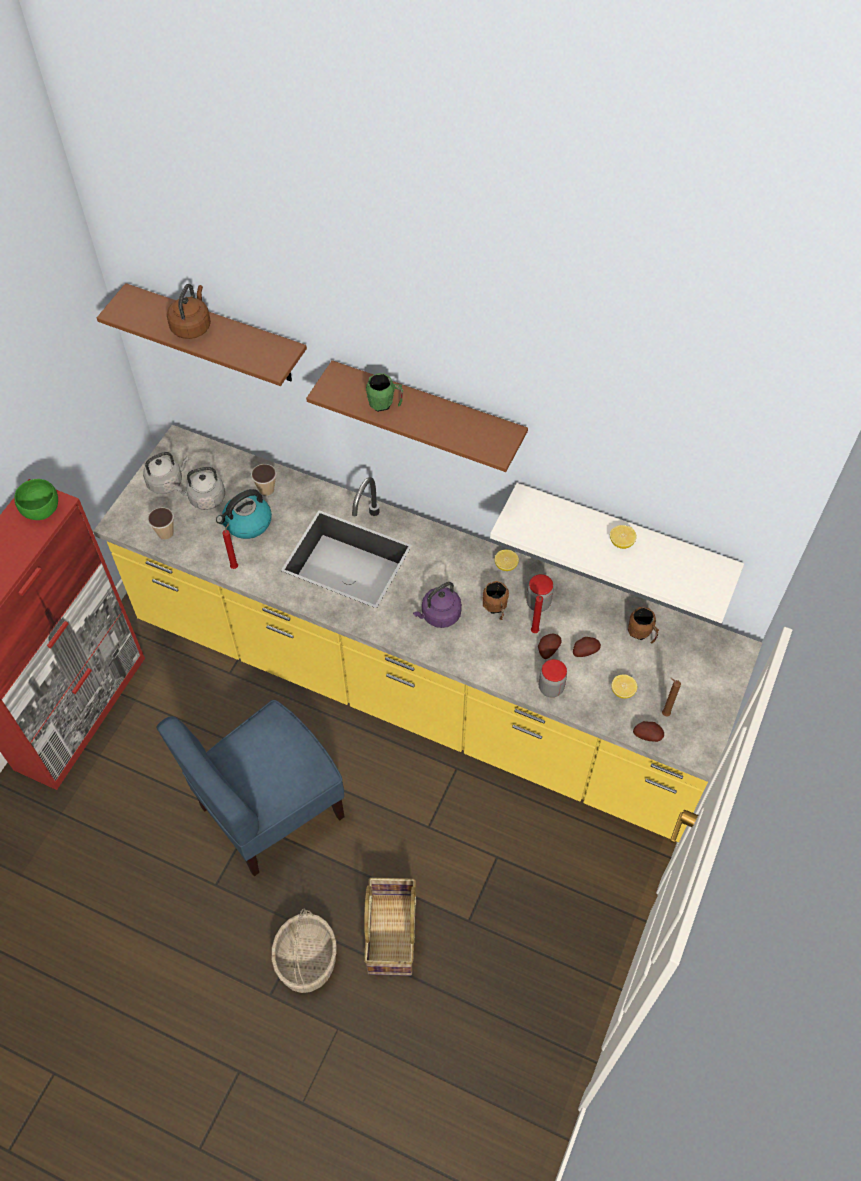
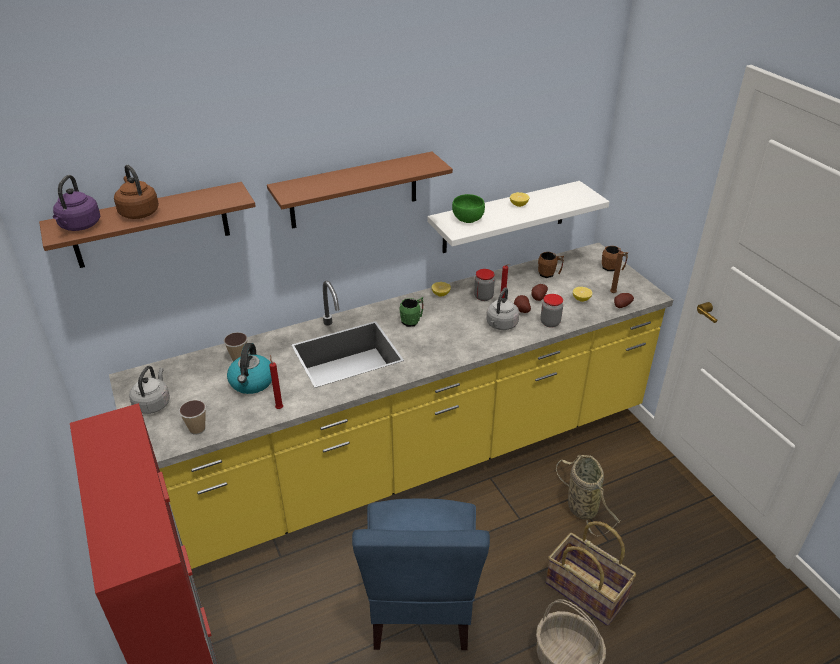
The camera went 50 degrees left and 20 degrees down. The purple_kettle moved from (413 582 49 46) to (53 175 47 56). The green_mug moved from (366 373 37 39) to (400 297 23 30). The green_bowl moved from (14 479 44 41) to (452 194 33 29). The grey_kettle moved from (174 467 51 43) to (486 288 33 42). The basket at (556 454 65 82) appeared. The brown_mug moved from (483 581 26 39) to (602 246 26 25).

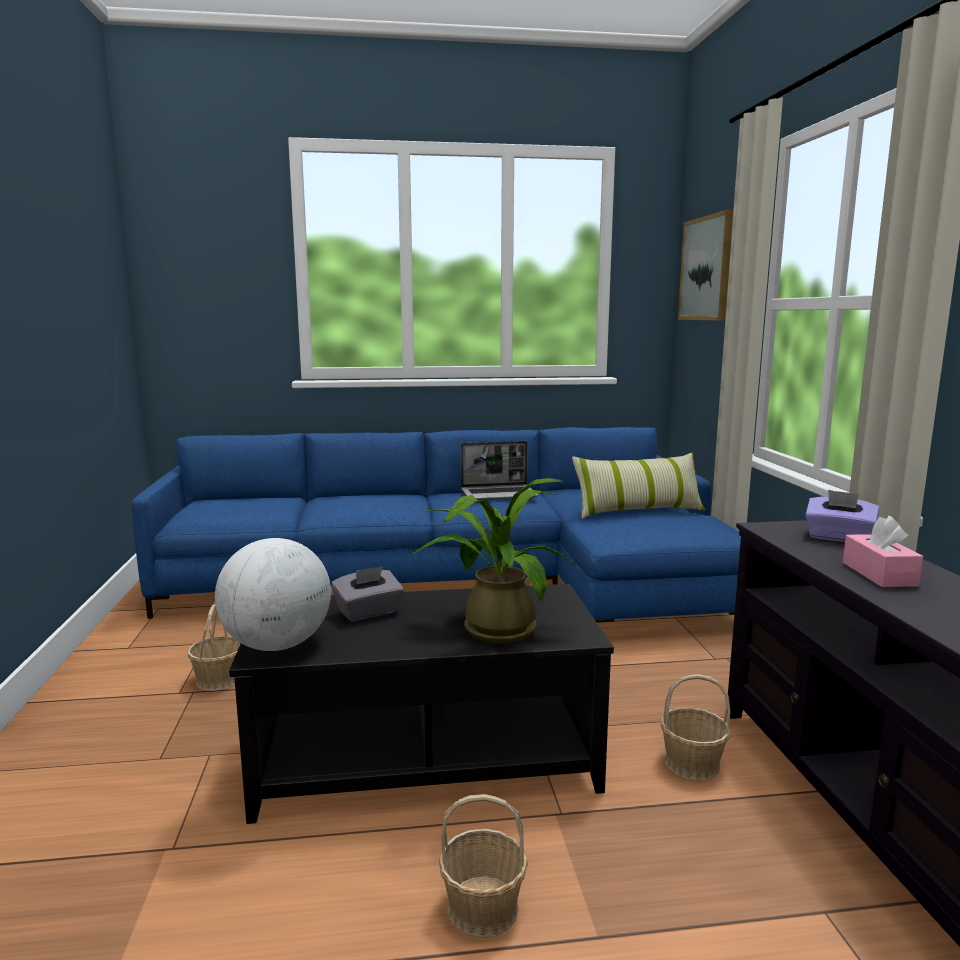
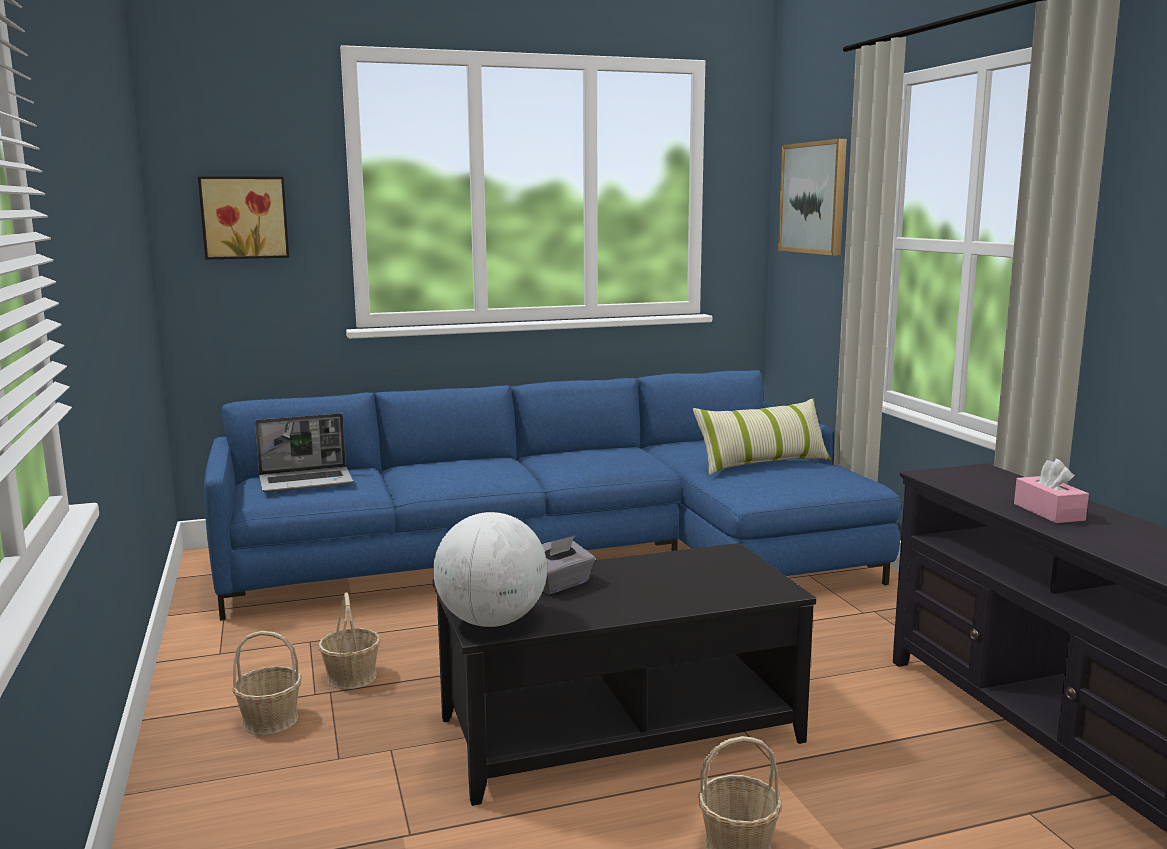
The camera went 10 degrees left and 0 degrees up. The picture at (198 176 91 84) appeared. The basket moved from (660 674 71 107) to (232 631 70 104). The laptop moved from (461 441 77 59) to (255 413 98 79). The potted_plant at (410 478 177 166) disappeared. The purple_tissue_box at (805 490 74 52) disappeared.

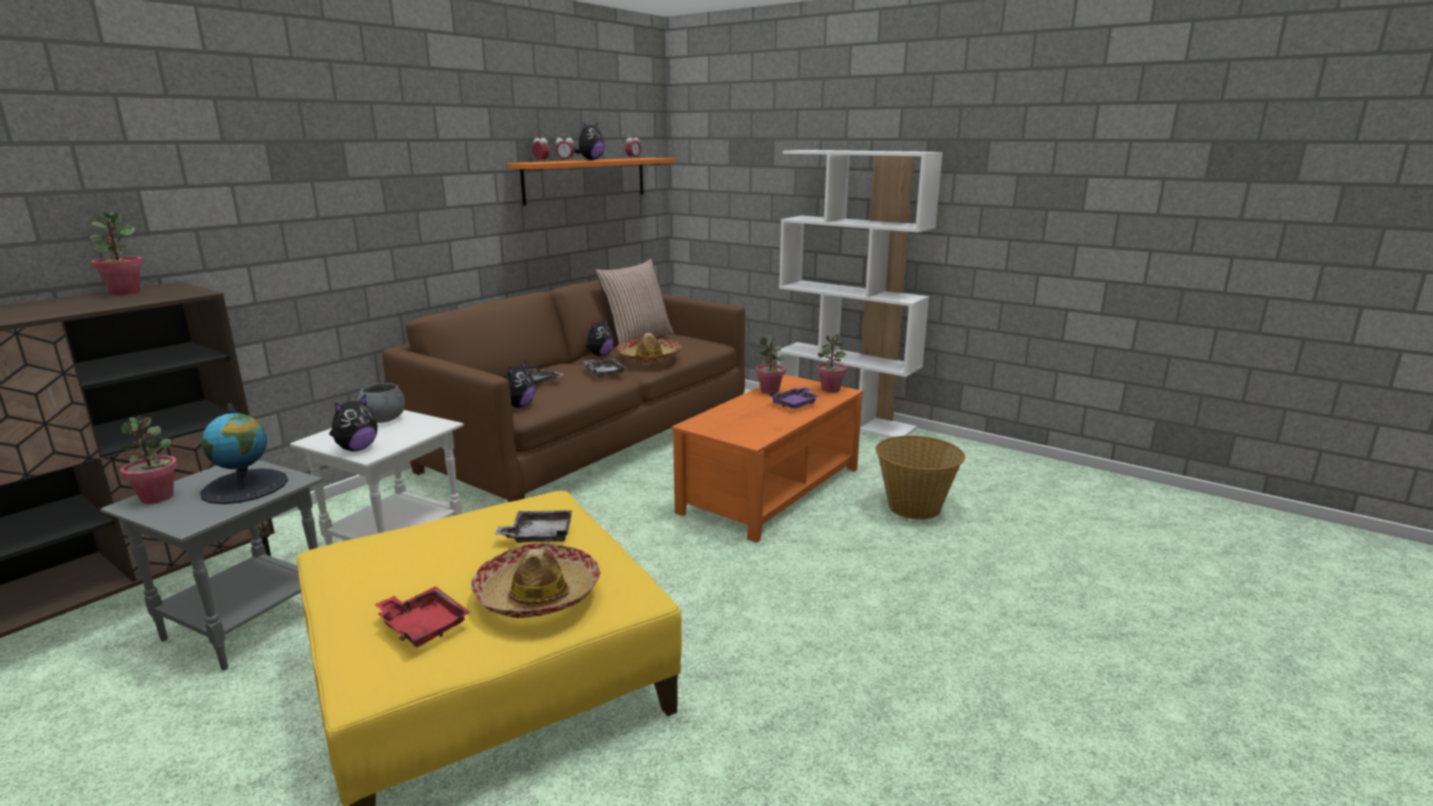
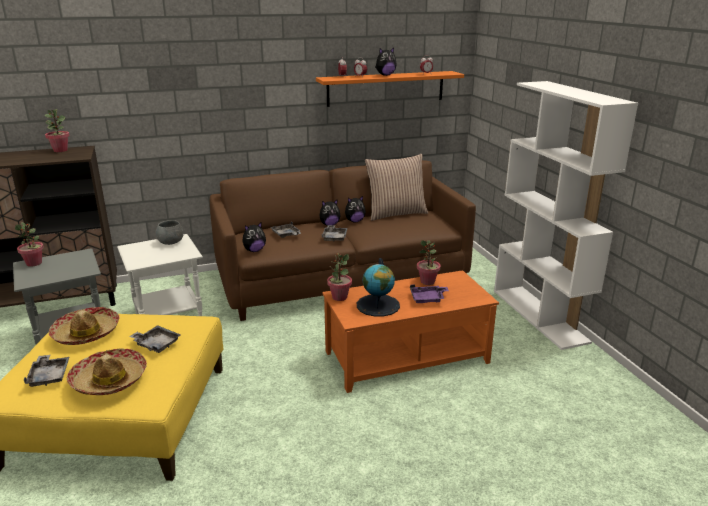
The camera went 35 degrees right and 5 degrees up. The red_tray at (374 586 97 61) became the grey_tray at (23 354 46 33). The hat moved from (616 333 65 30) to (49 307 71 38). The plush_toy moved from (329 394 49 57) to (319 199 21 27). The potted_plant moved from (817 334 30 58) to (327 253 25 48). The globe moved from (200 403 88 101) to (357 258 43 59). The basket at (875 436 90 84) disappeared.

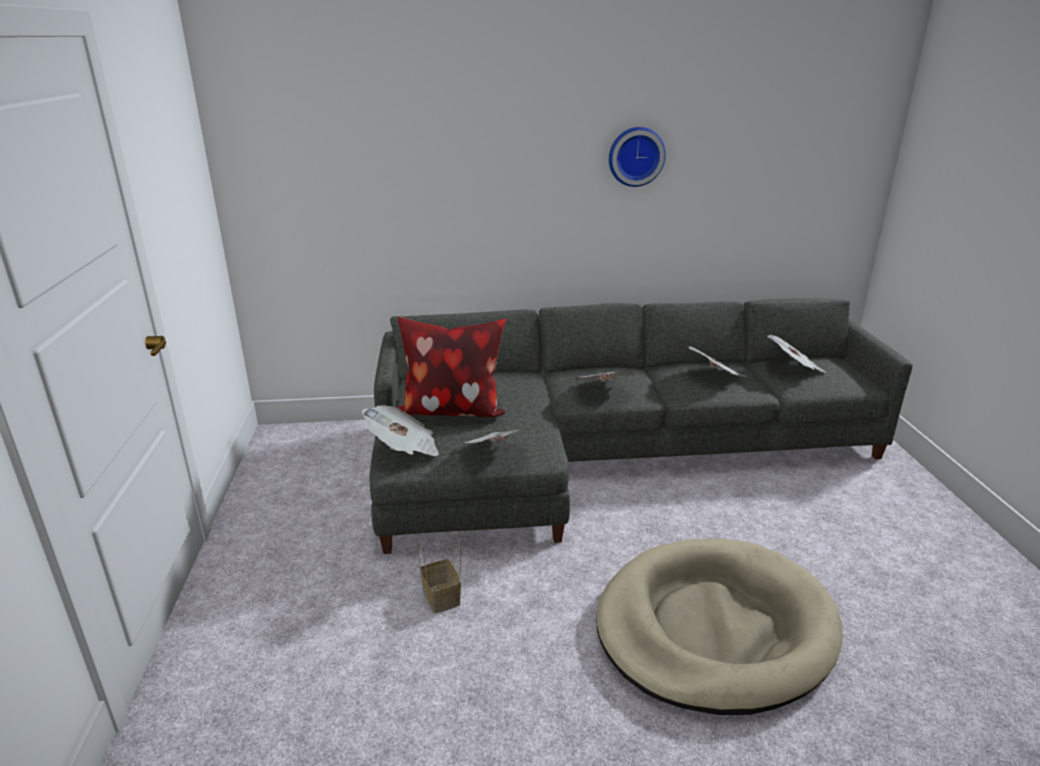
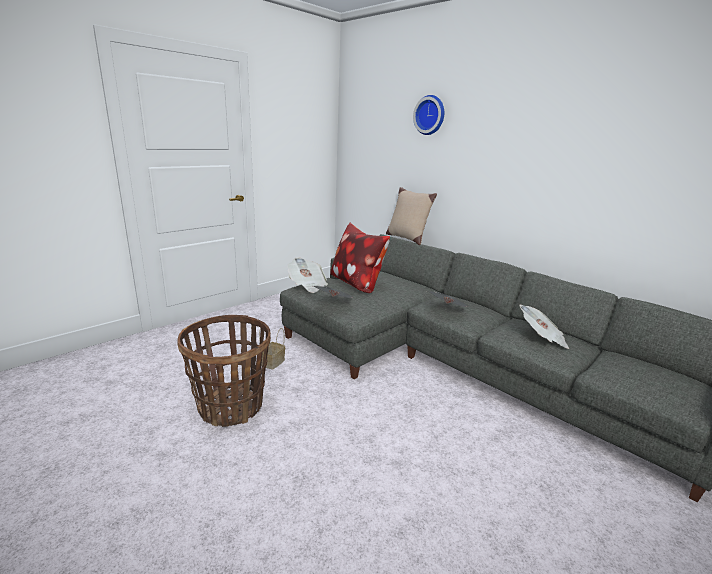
The camera went 50 degrees right and 5 degrees down. The basket at (177 315 94 112) appeared. The beige_pillow at (386 187 51 58) appeared. The wall_clock moved from (609 127 57 60) to (413 95 31 40). The beige_dog_bed at (596 539 247 176) disappeared. The newspaper at (766 335 61 38) disappeared.

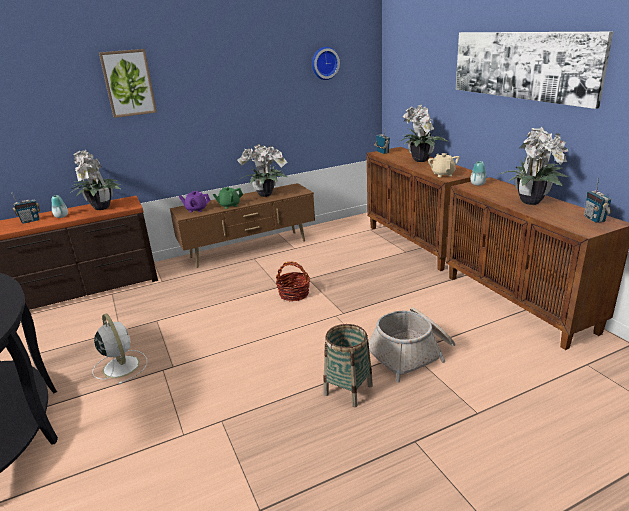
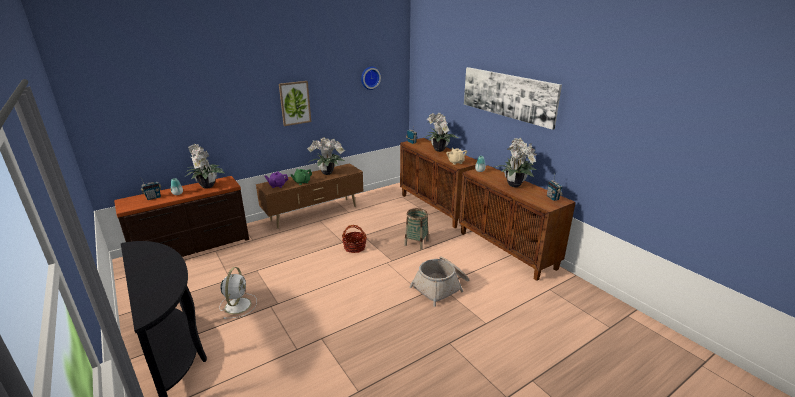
The camera went 10 degrees left and 0 degrees up. The white_fan at (92 313 55 71) turned 45 degrees clockwise. The picture moved from (99 49 58 69) to (279 81 32 45). The basket moved from (323 324 50 83) to (404 208 25 41).

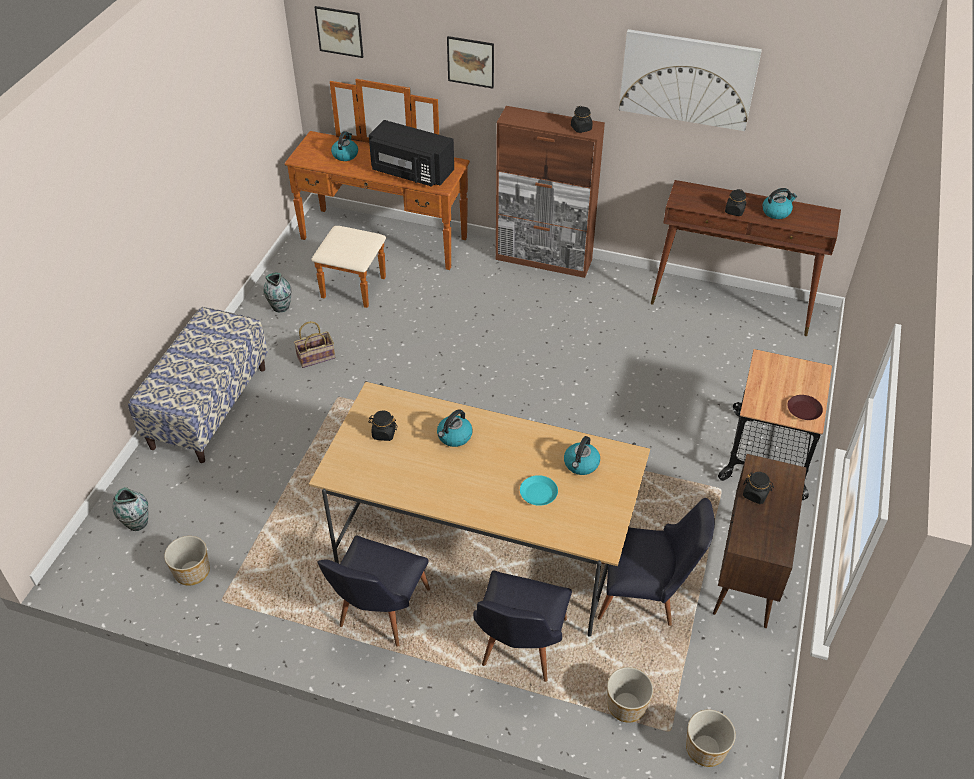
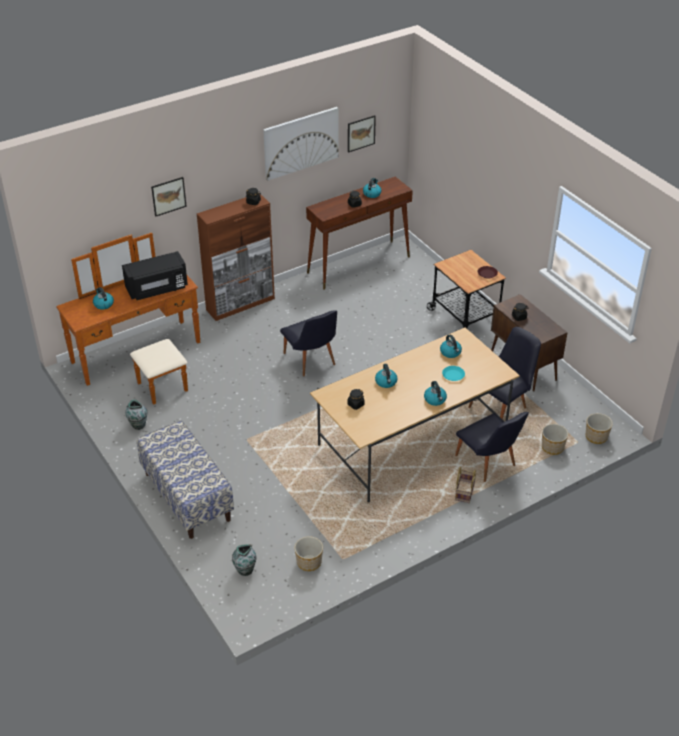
The camera went 50 degrees left and 5 degrees down. The black_chair moved from (317 535 113 112) to (280 310 57 66). The picture moved from (314 6 49 52) to (348 115 28 37). The kettle at (424 381 23 25) appeared. The basket moved from (294 321 41 47) to (455 467 21 36).

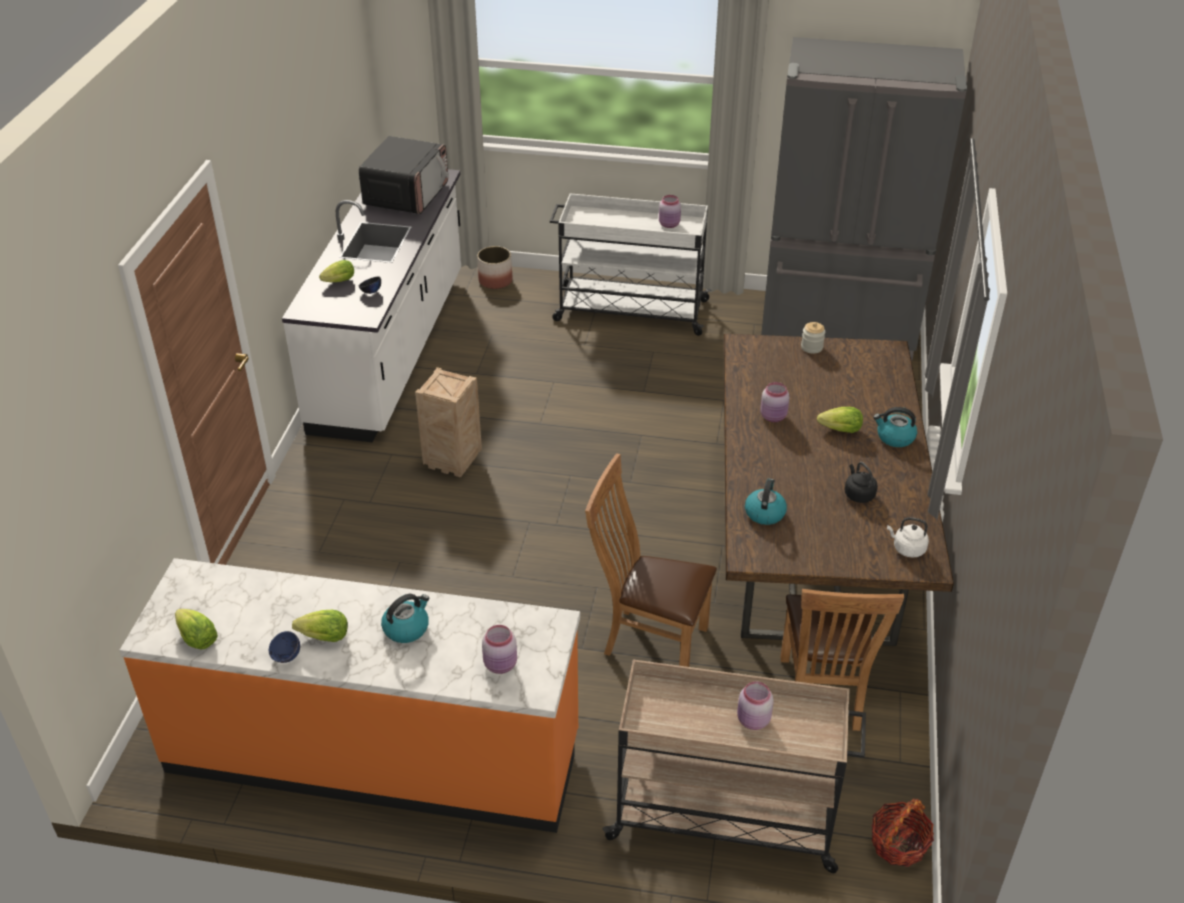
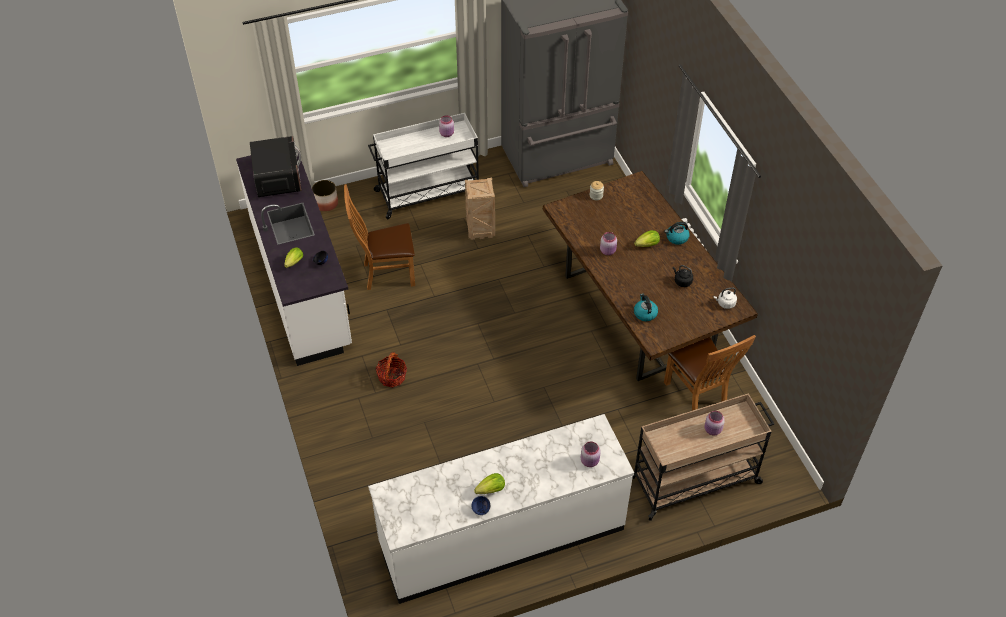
The camera went 30 degrees left and 10 degrees up. The brown_chair moved from (585 453 132 214) to (344 184 71 106). The orange_counter at (119 558 461 275) became the white_counter at (368 414 266 190). The basket moved from (871 799 63 68) to (376 352 31 36). The crate moved from (415 367 67 111) to (465 178 30 62). The lettuce at (175 609 43 40) disappeared. The kettle at (381 594 48 49) disappeared.

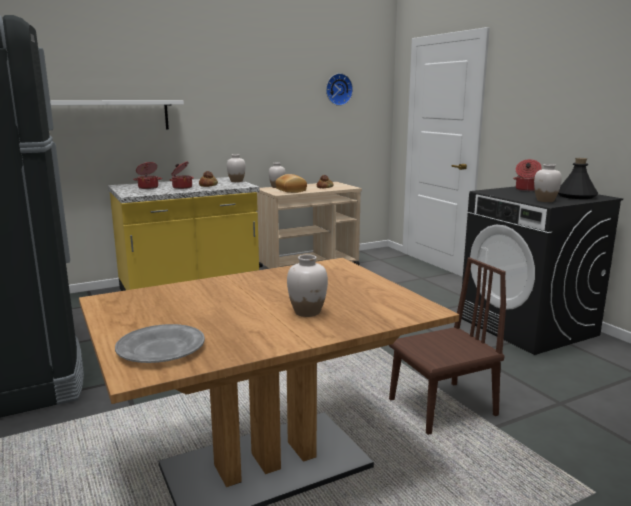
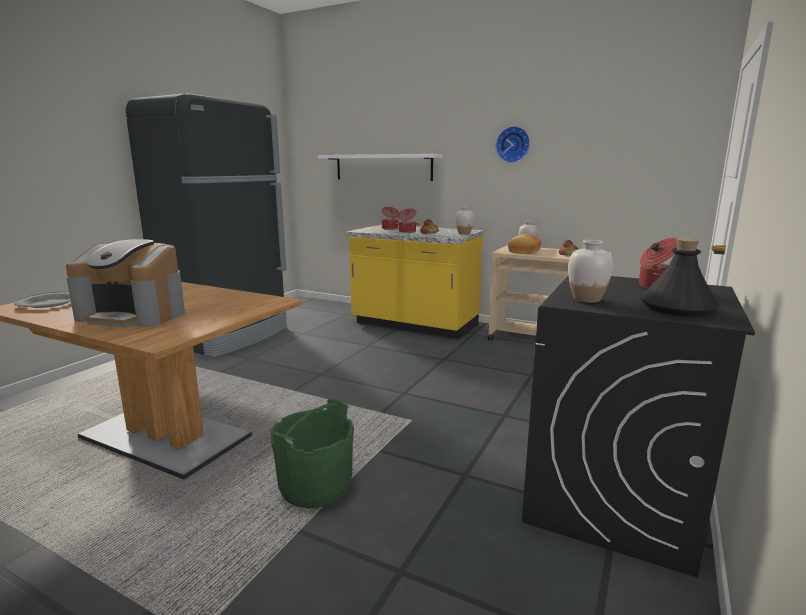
The camera went 55 degrees right and 0 degrees up. The white_vase at (287 254 41 63) was replaced by the coffee_machine at (66 239 119 88). The brown_chair at (389 257 117 178) was replaced by the green_bucket at (270 399 84 109). The wall_clock moved from (326 73 27 33) to (496 126 34 37).

